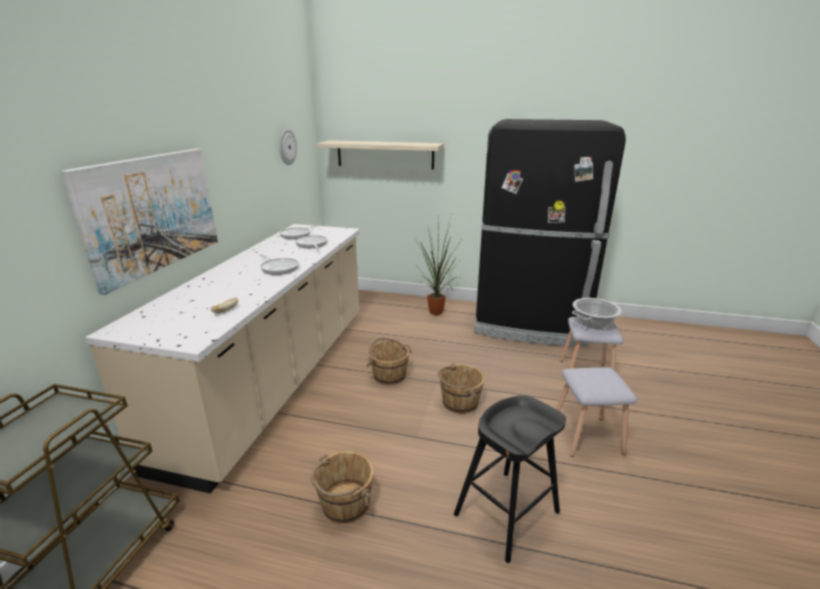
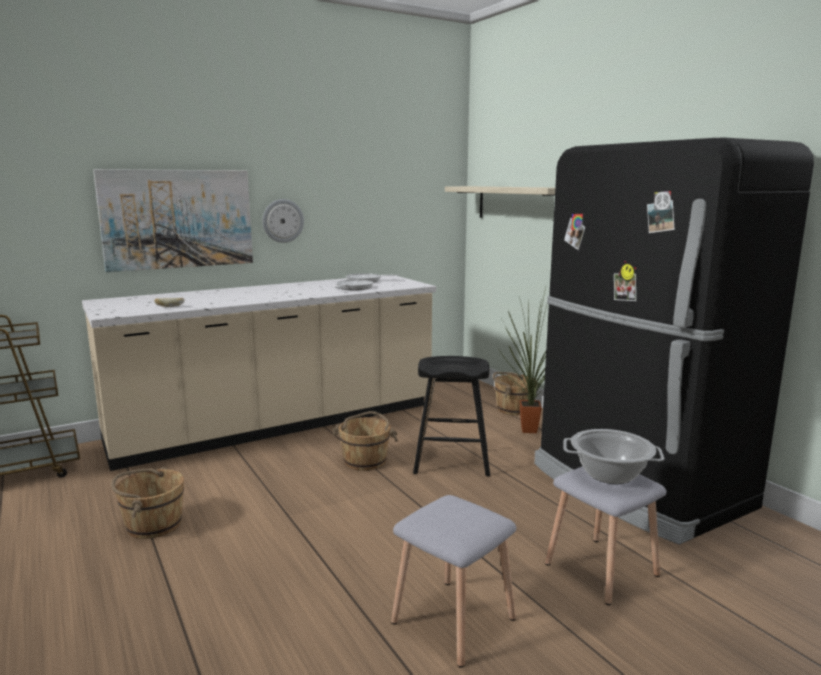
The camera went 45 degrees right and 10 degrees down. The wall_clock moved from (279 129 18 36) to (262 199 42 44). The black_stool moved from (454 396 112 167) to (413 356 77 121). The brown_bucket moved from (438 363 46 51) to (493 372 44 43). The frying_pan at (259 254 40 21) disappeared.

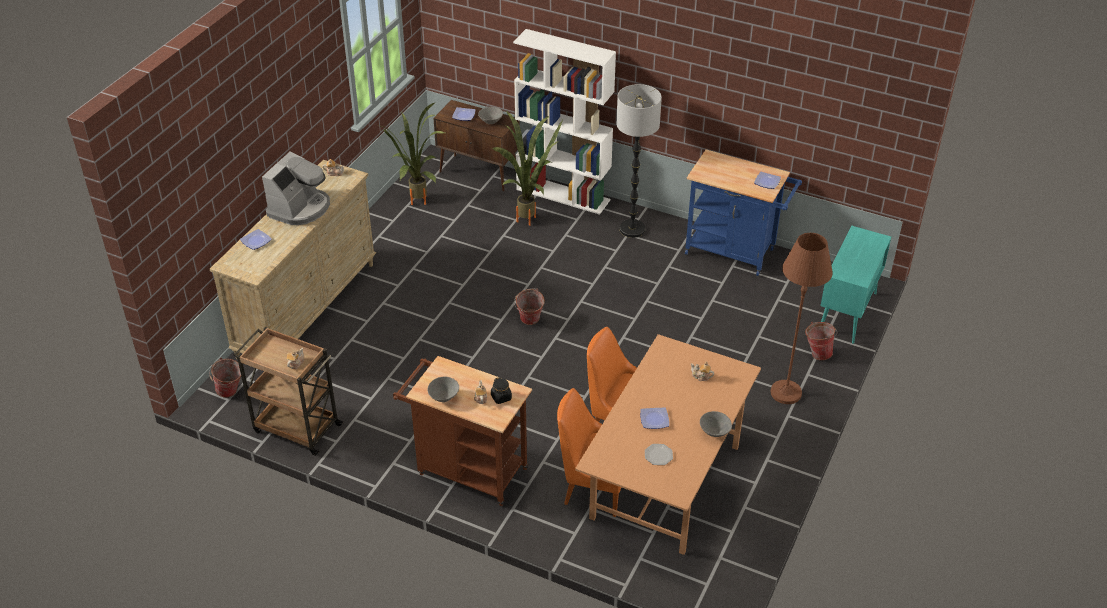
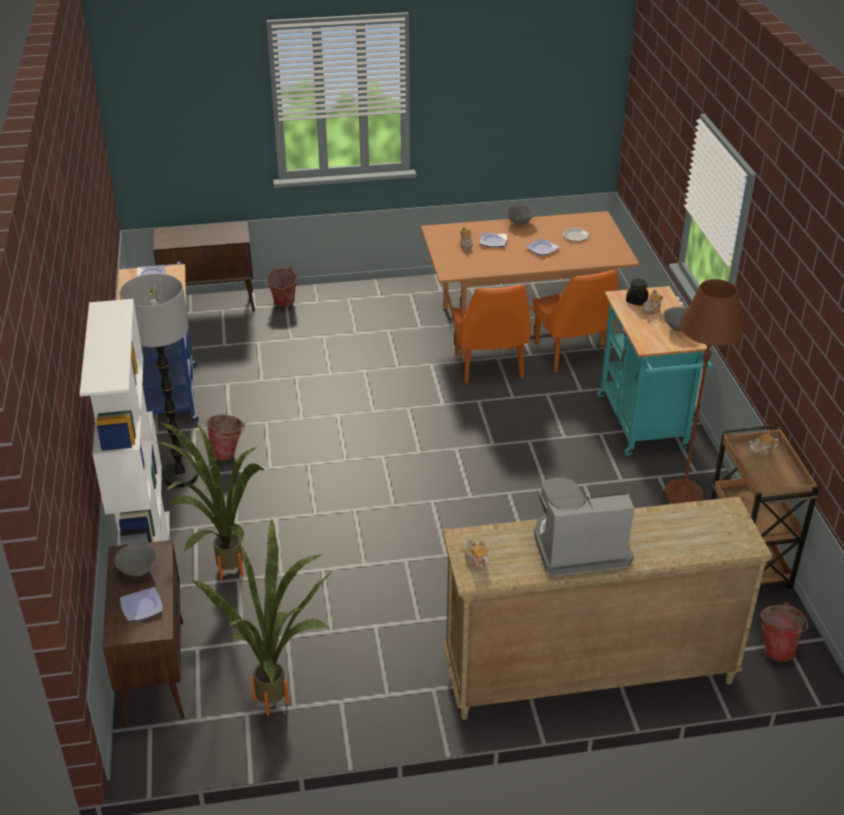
The camera went 125 degrees left and 5 degrees down. The turquoise_cabinet at (821 225 70 119) became the brown_cabinet at (153 221 102 91). The bucket moved from (514 288 31 37) to (206 415 39 46). The plate moved from (240 229 32 21) to (480 232 27 15). The brown_cart at (393 356 139 150) became the turquoise_cart at (597 286 116 170). The brown_floor_lamp moved from (771 233 62 171) to (664 279 80 225).

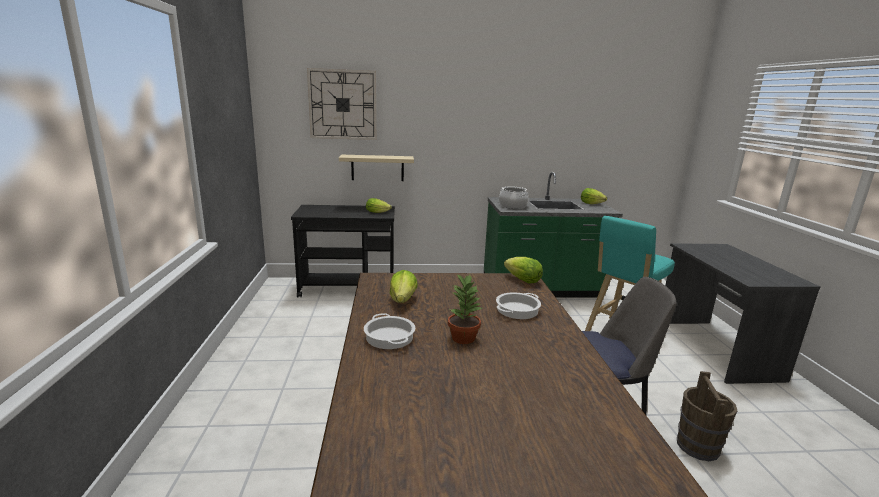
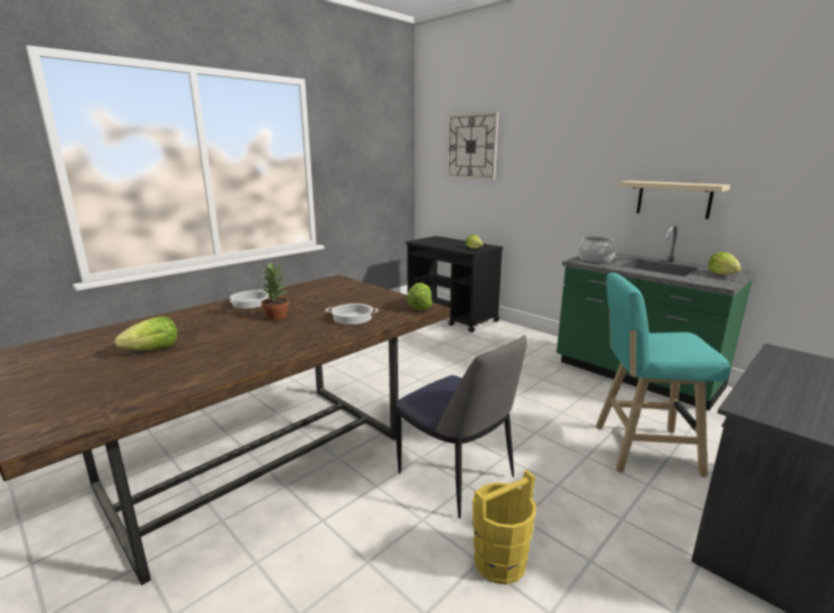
The camera went 50 degrees right and 0 degrees up. The lettuce moved from (390 270 28 33) to (114 316 63 34). The brown_bucket at (677 371 60 90) became the yellow_bucket at (472 470 65 115). The beige_shelf moved from (339 155 75 26) to (618 181 112 38).

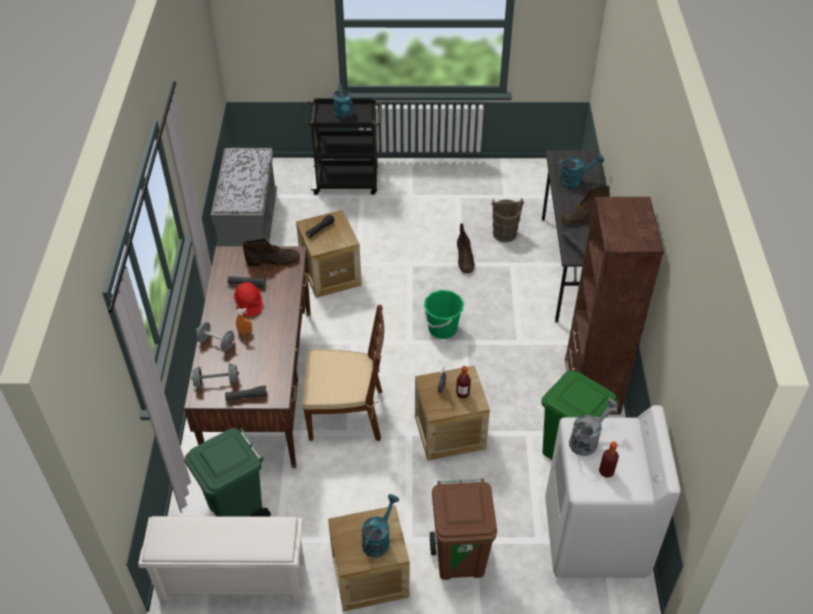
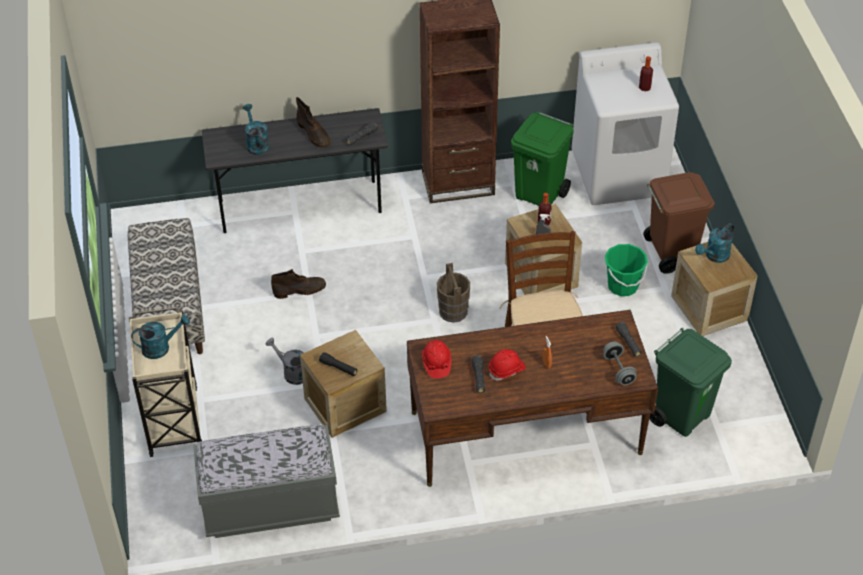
The camera went 100 degrees left and 0 degrees up. The bench at (128 218 77 136) appeared. The black_cart at (305 98 77 97) became the beige_cart at (129 307 73 150). The grey_watering_can moved from (569 398 49 58) to (266 337 38 48). The brown_boot at (243 237 57 30) was replaced by the red_hard_hat at (422 340 29 38). The brown_bucket moved from (492 198 32 44) to (437 263 33 60). The green_bucket moved from (424 290 40 49) to (605 244 43 52). The turquoise_watering_can at (362 494 37 63) turned 60 degrees counterclockwise. The white_shoe_rack at (138 516 167 88) disappeared. The grey_dumbbell at (196 322 39 29) disappeared.

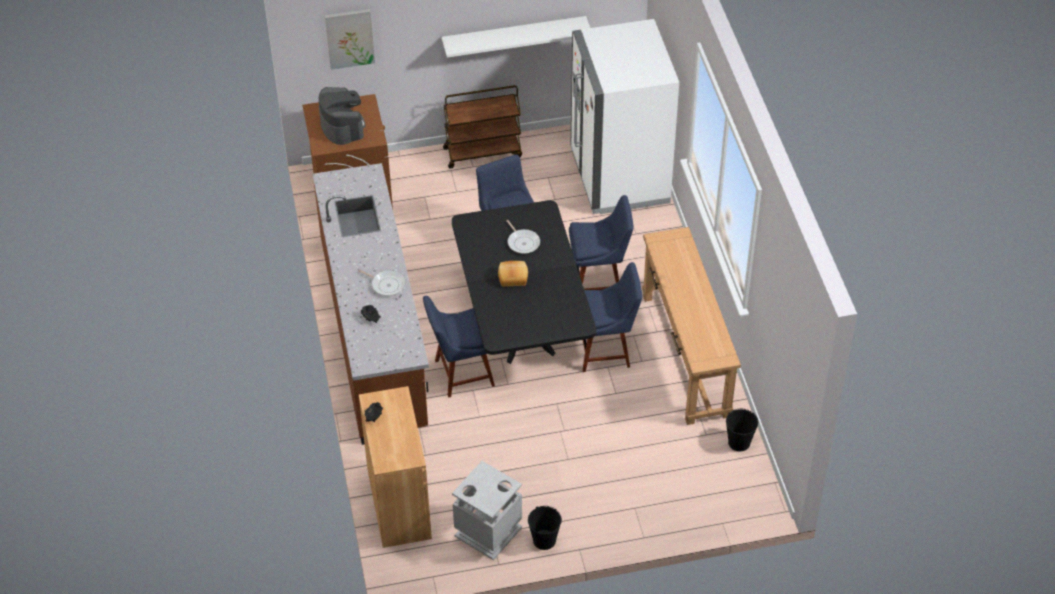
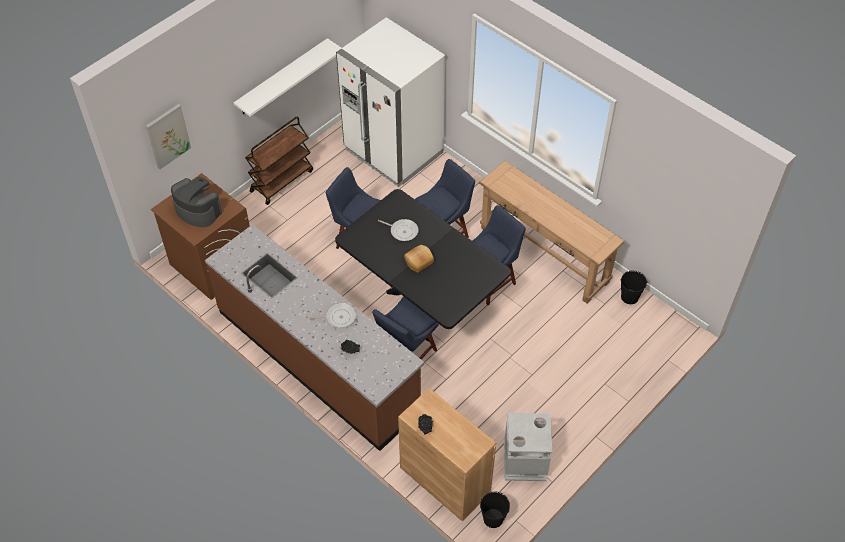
The camera went 35 degrees left and 5 degrees up. The black_bucket moved from (528 506 34 44) to (480 492 30 36).

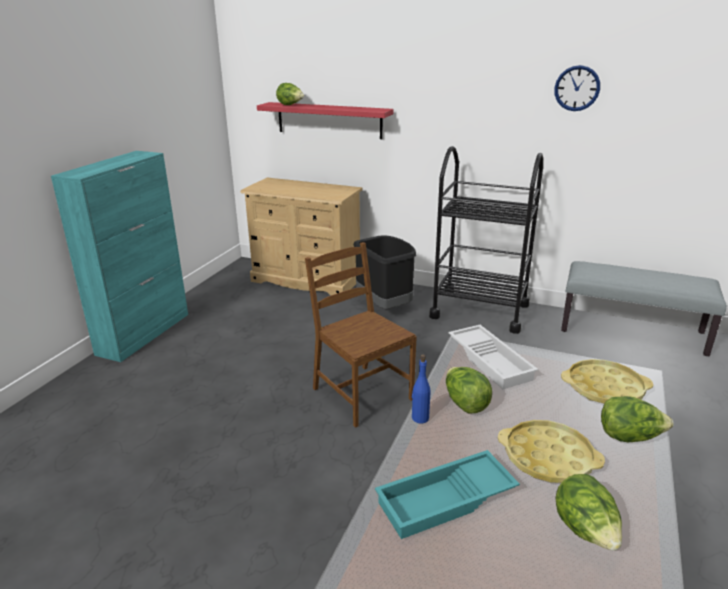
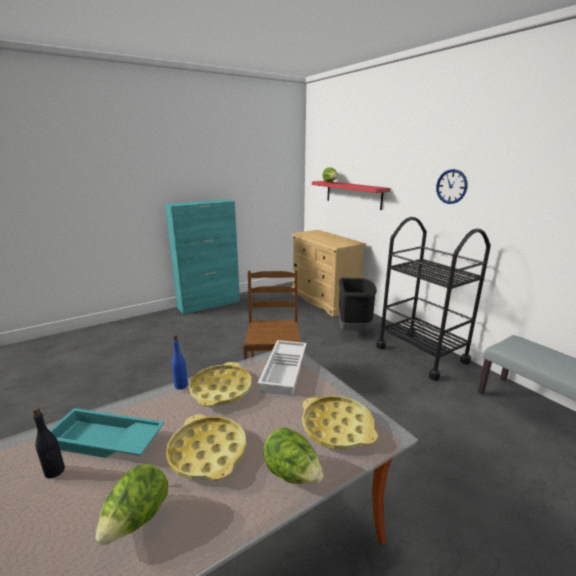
The camera went 35 degrees right and 5 degrees down. The black_bottle at (33 407 32 72) appeared. The lettuce at (446 367 46 46) was replaced by the yellow_tray at (189 362 62 45). The wall_clock moved from (554 65 46 46) to (436 169 32 35).

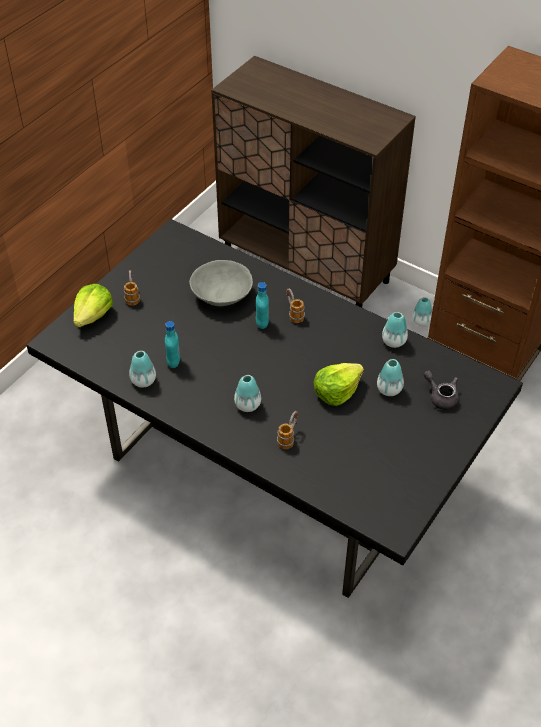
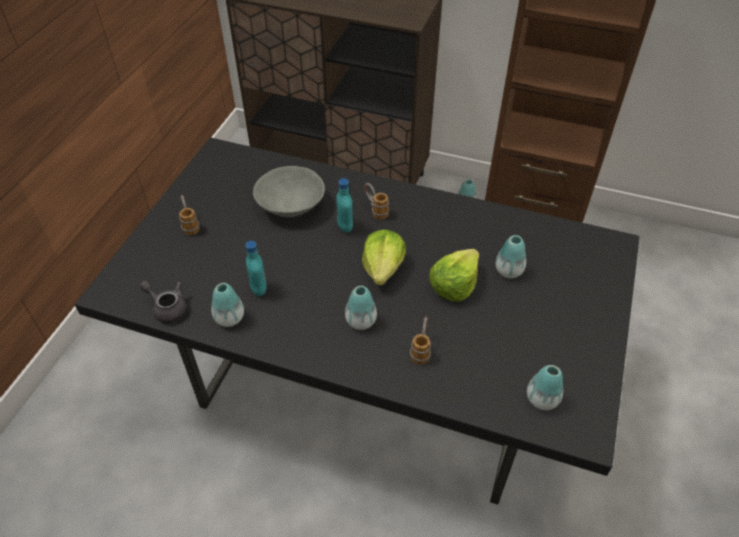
The camera went 15 degrees left and 0 degrees up. The grey_teapot moved from (423 370 36 40) to (139 280 48 43). The lettuce moved from (73 284 40 43) to (362 229 44 56). The vase moved from (382 312 26 36) to (527 365 36 45).

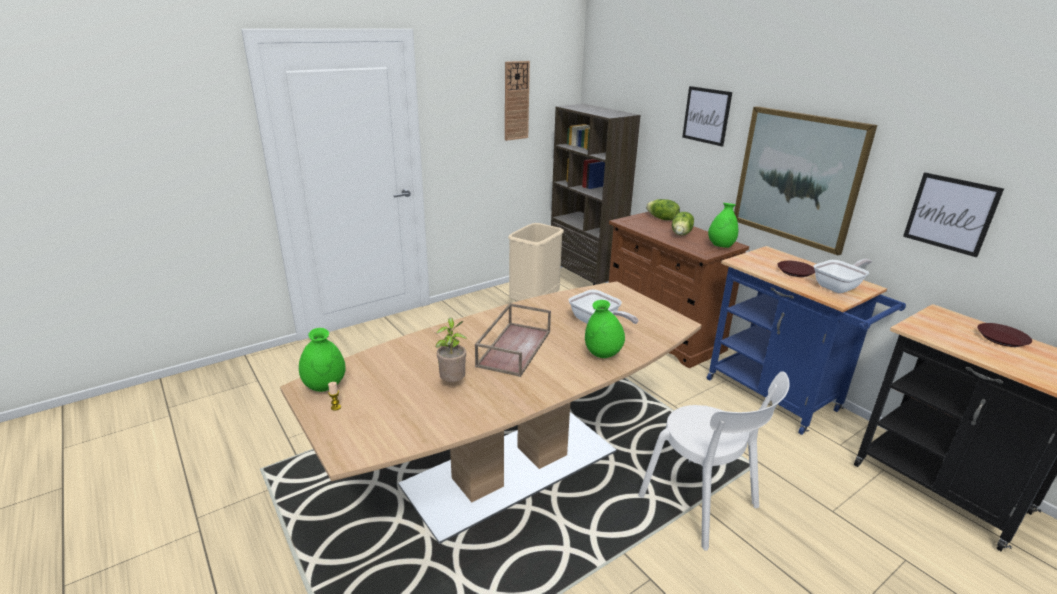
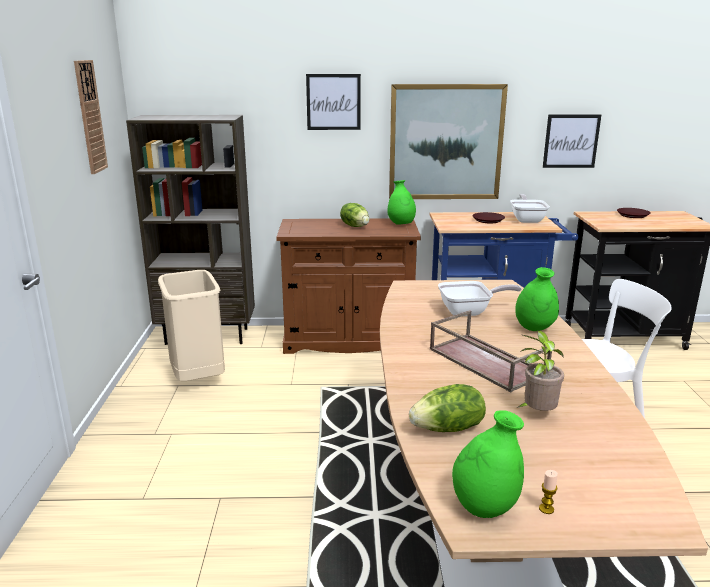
The camera went 55 degrees left and 5 degrees down. The lettuce moved from (646 199 34 21) to (409 384 77 48).

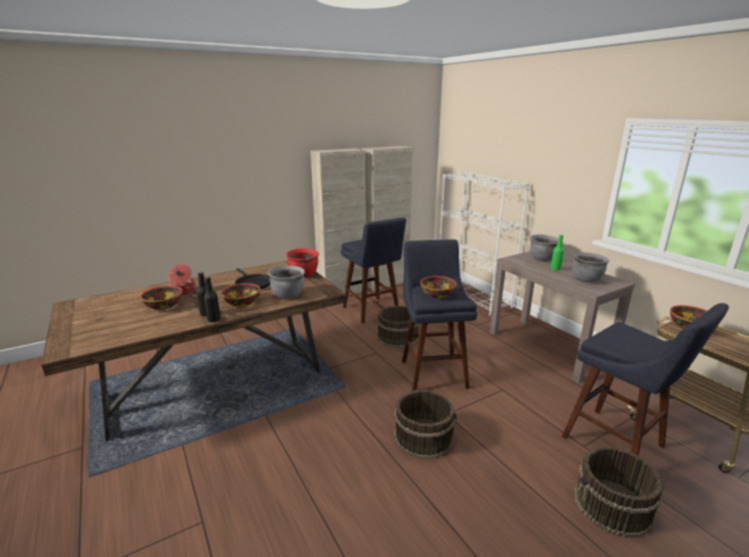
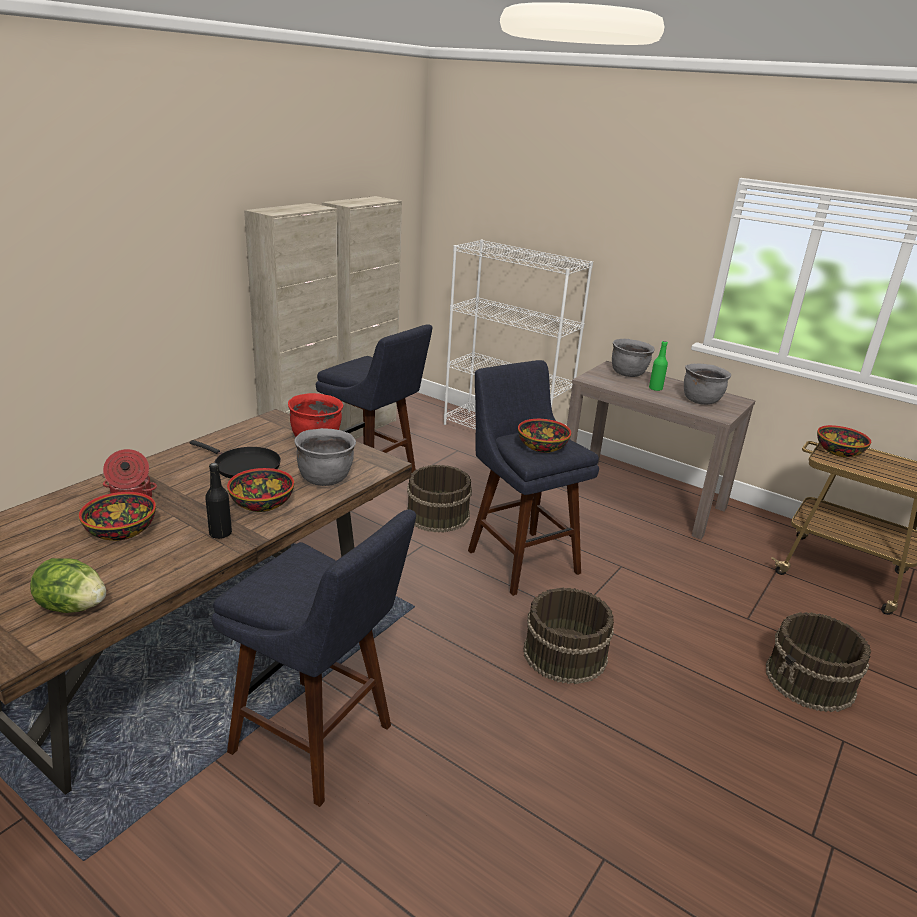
The camera went 25 degrees left and 5 degrees up. The lettuce at (30 558 76 55) appeared. The blue_stool moved from (562 303 167 153) to (211 509 205 298). The black_bottle at (204 276 17 46) disappeared.

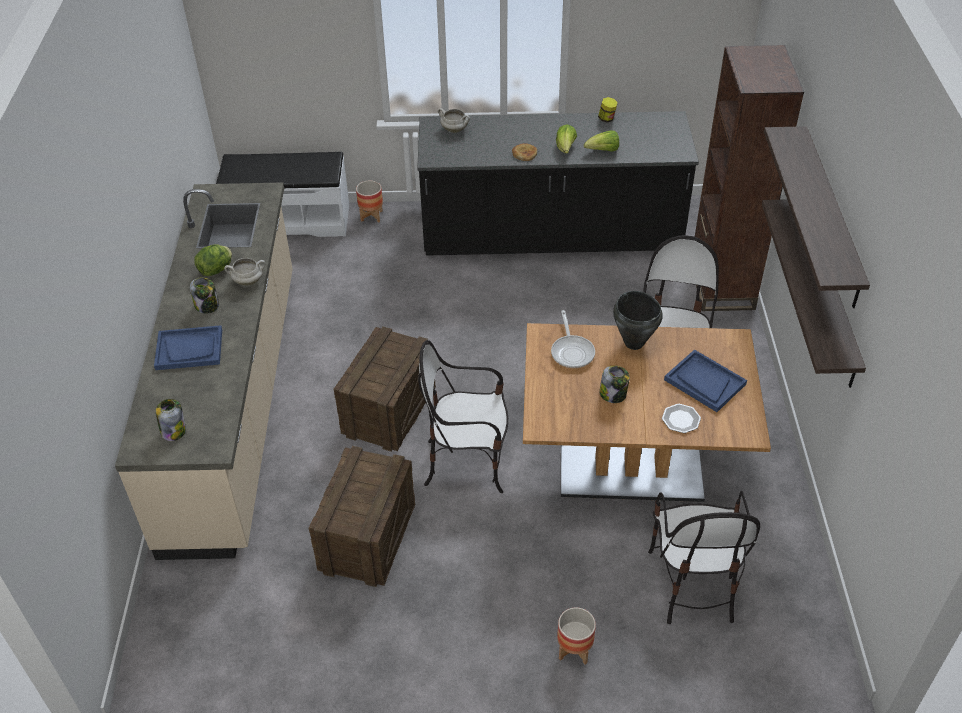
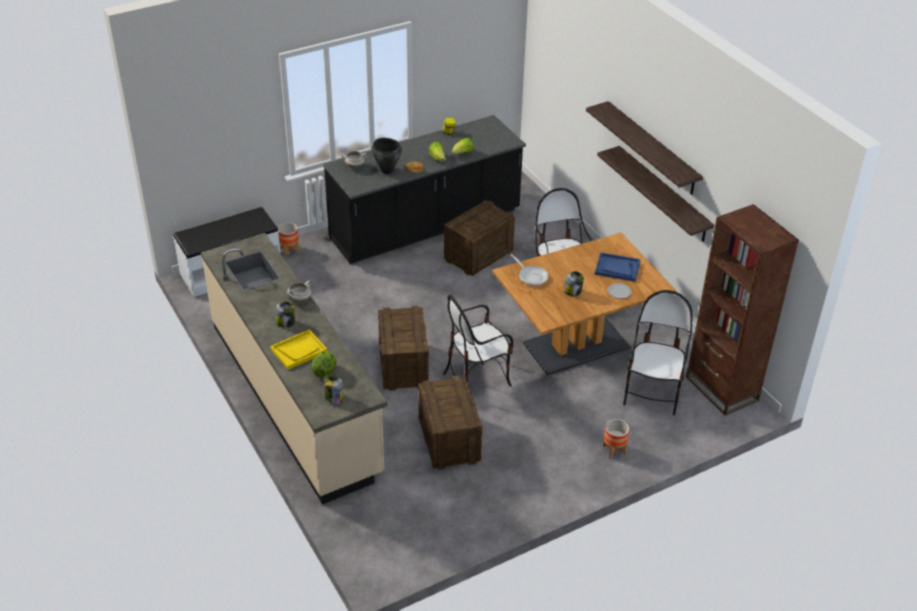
The camera went 30 degrees left and 5 degrees down. The blue_tray at (154 325 68 45) became the yellow_tray at (270 329 58 40). The lettuce moved from (194 244 38 32) to (311 351 26 27). The black_cooking_pot moved from (613 291 50 59) to (372 138 30 36). The crate at (444 200 71 76) appeared. The chair at (648 491 112 133) turned 135 degrees counterclockwise. The brown_bookcase moved from (695 45 109 266) to (686 204 113 212).

